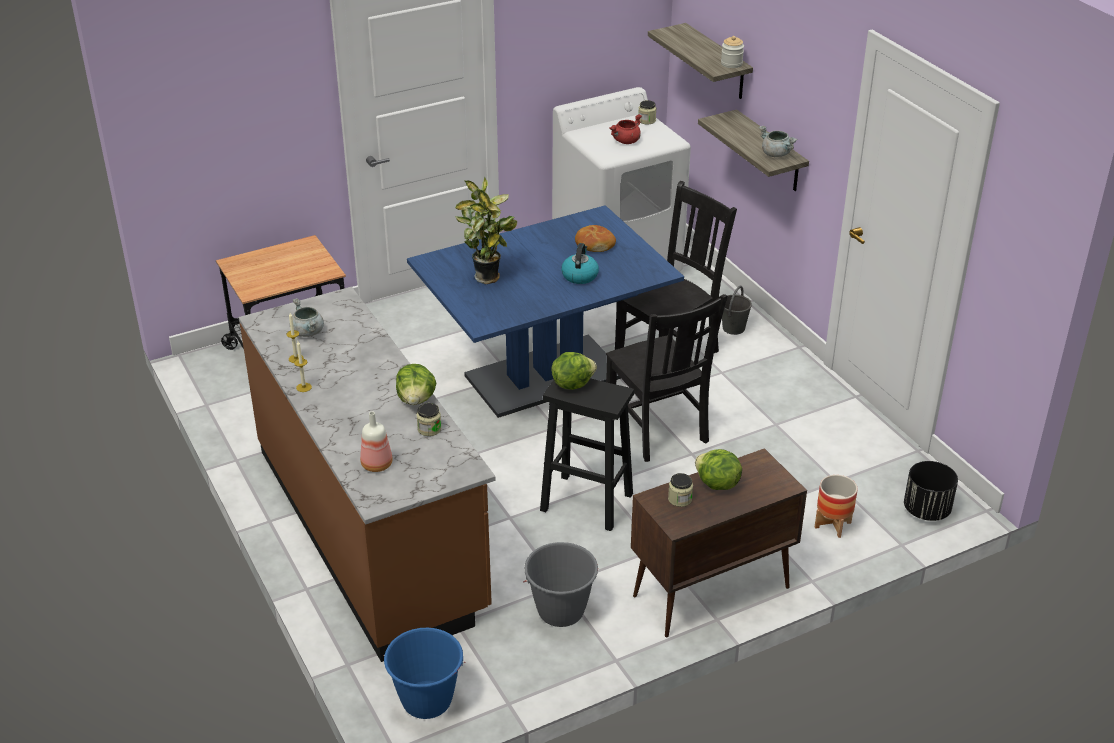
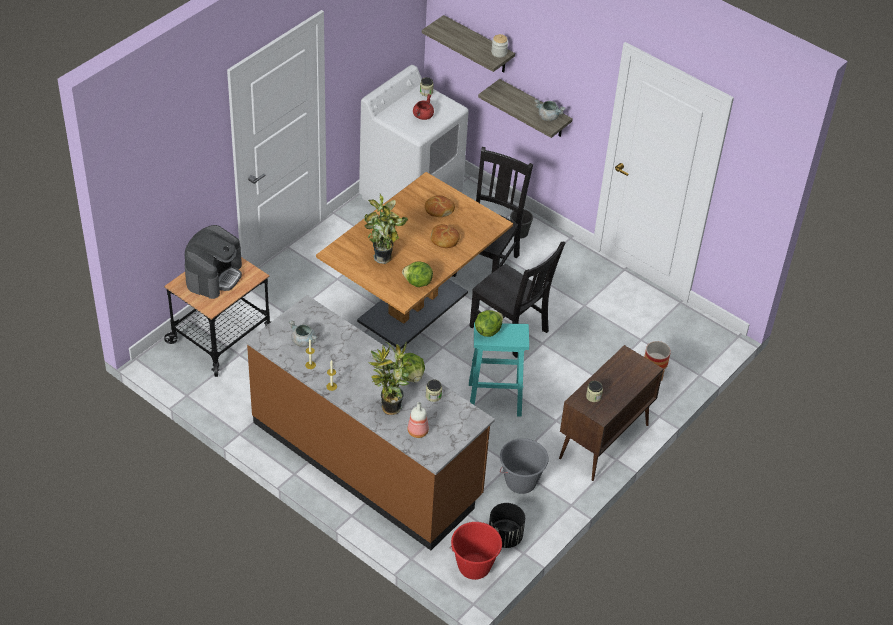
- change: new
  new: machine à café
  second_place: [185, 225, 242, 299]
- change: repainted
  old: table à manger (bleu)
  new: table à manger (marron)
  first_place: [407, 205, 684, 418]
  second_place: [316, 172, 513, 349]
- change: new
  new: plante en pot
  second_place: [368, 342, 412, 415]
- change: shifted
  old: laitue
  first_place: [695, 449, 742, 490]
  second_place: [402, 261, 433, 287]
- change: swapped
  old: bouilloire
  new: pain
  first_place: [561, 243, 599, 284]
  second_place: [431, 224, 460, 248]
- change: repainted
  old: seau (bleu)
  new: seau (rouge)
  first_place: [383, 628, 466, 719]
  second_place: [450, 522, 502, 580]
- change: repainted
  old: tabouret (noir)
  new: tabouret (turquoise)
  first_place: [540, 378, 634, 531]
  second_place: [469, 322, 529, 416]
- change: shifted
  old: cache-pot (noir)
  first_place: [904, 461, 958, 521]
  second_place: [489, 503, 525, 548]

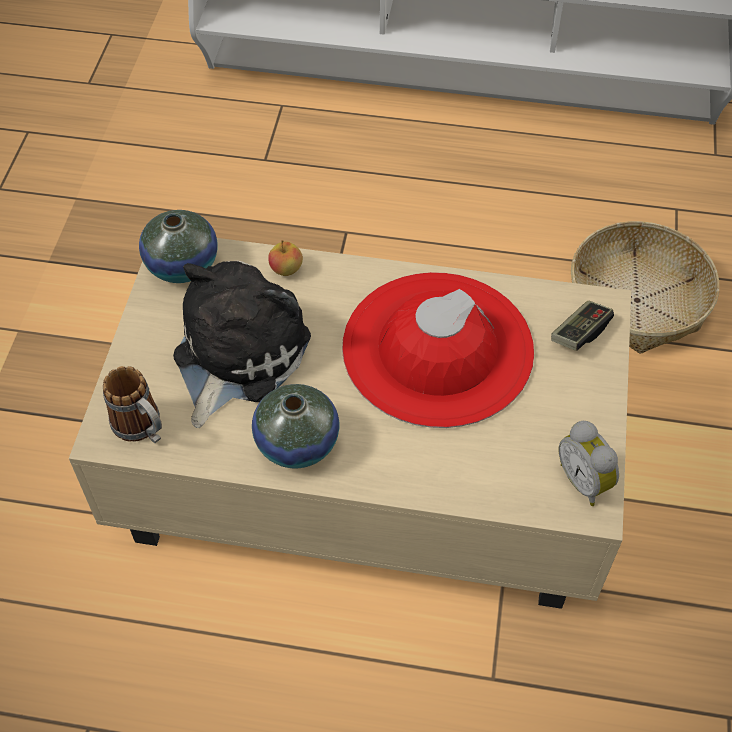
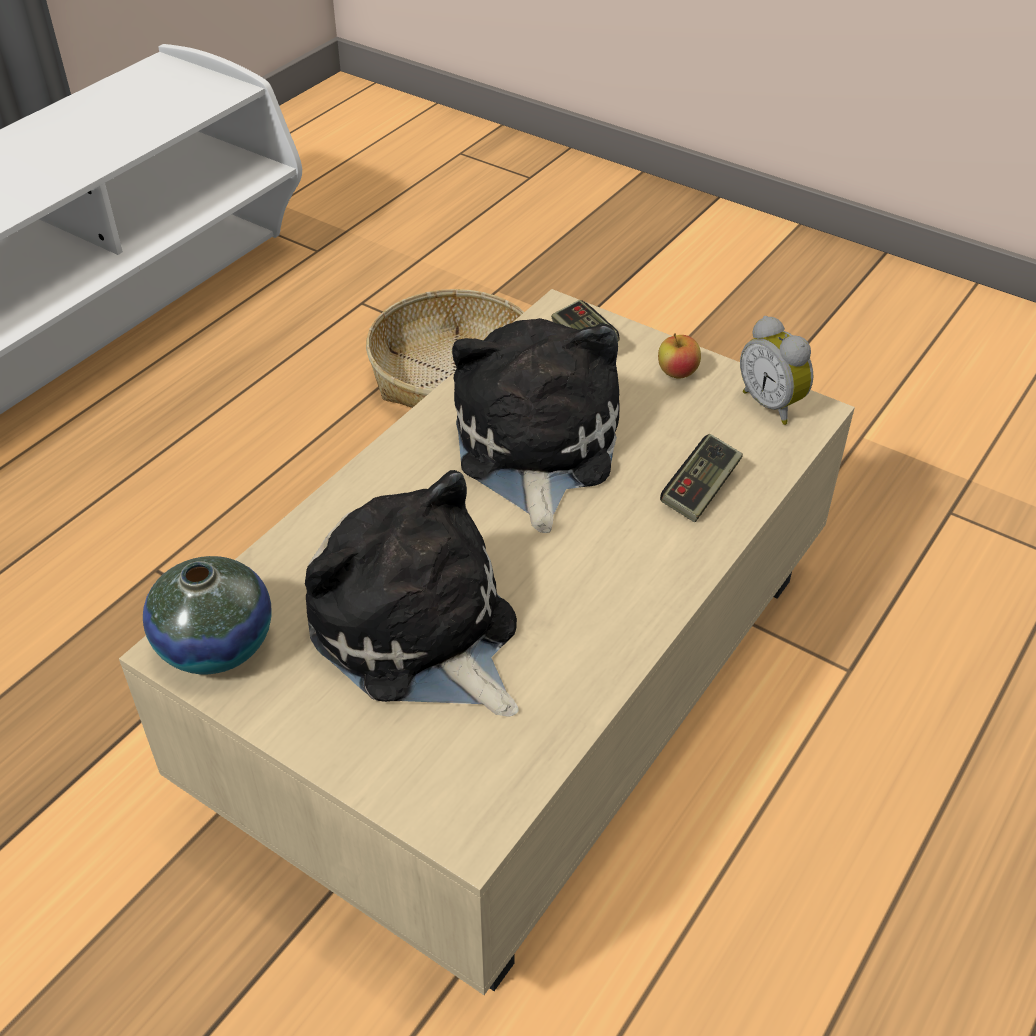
- change: swapped
  old: chapeau (rouge)
  new: peluche
  first_place: [342, 272, 534, 428]
  second_place: [452, 318, 620, 533]
- change: shifted
  old: pomme
  first_place: [268, 240, 303, 276]
  second_place: [658, 334, 701, 379]
- change: new
  new: manette
  second_place: [660, 434, 743, 522]
- change: rotated
  old: réveil
  first_place: [558, 421, 619, 506]
  second_place: [740, 316, 813, 425]
  degrees: 60
- change: gone
  old: mug
  first_place: [103, 366, 162, 443]
- change: gone
  old: vase
  first_place: [252, 384, 339, 468]

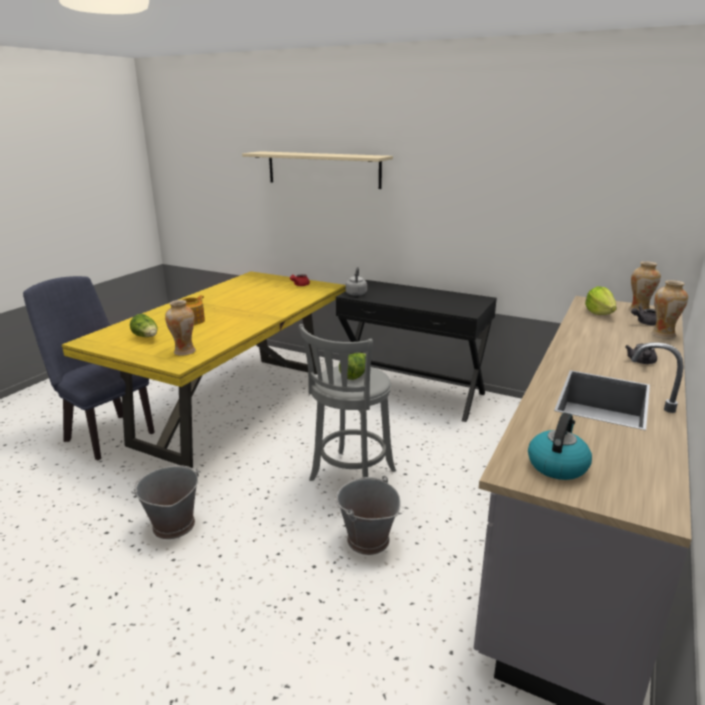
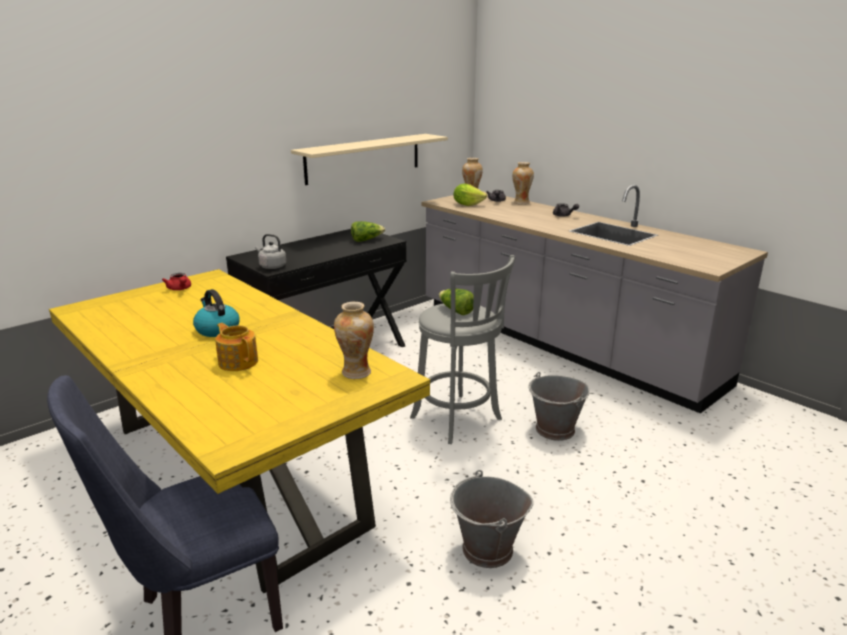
- change: shifted
  old: bouilloire
  first_place: [528, 413, 592, 480]
  second_place: [193, 289, 240, 337]
- change: shifted
  old: étagère (beige)
  first_place: [242, 151, 393, 189]
  second_place: [291, 134, 448, 185]
- change: shifted
  old: laitue
  first_place: [130, 314, 158, 337]
  second_place: [351, 221, 385, 242]

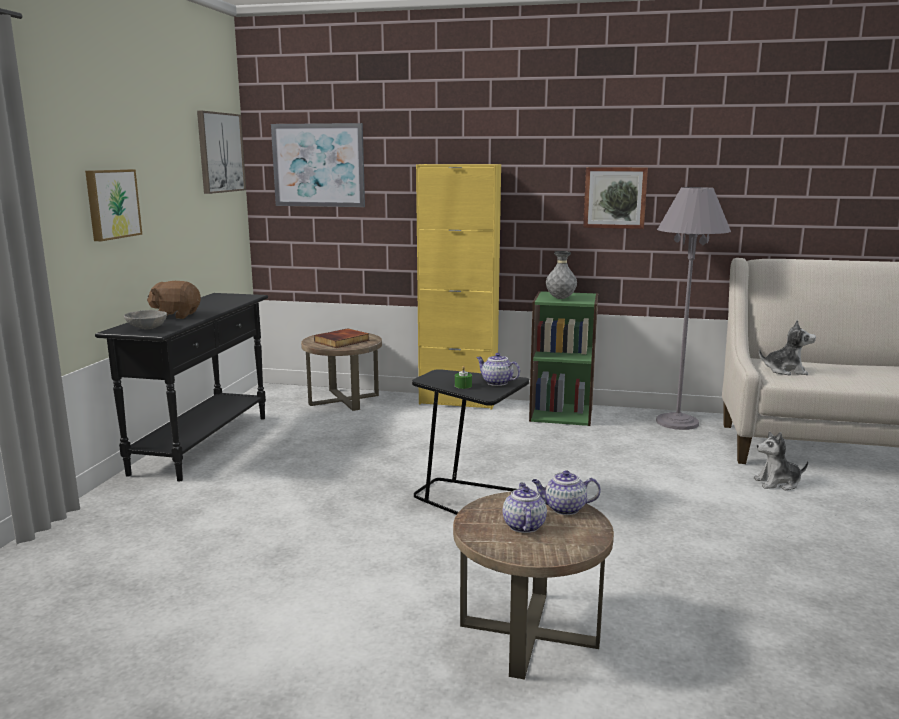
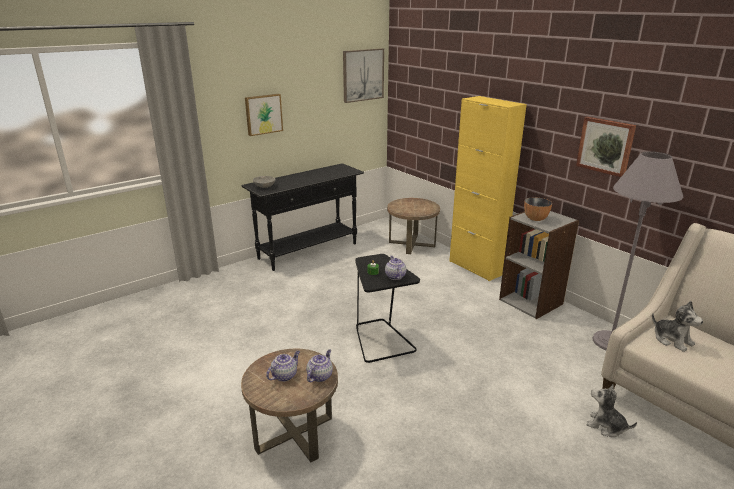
- change: rotated
  old: théière
  first_place: [532, 470, 601, 515]
  second_place: [306, 349, 333, 382]
  degrees: 75
- change: repainted
  old: bibliothèque (vert)
  new: bibliothèque (gris)
  first_place: [529, 291, 598, 426]
  second_place: [499, 211, 579, 319]
- change: swapped
  old: vase (gris)
  new: bol
  first_place: [546, 251, 577, 299]
  second_place: [524, 197, 552, 221]
- change: gone
  old: peluche (marron)
  first_place: [147, 281, 201, 319]
- change: gone
  old: tableau
  first_place: [271, 123, 365, 207]
- change: gone
  old: livre
  first_place: [314, 328, 370, 348]

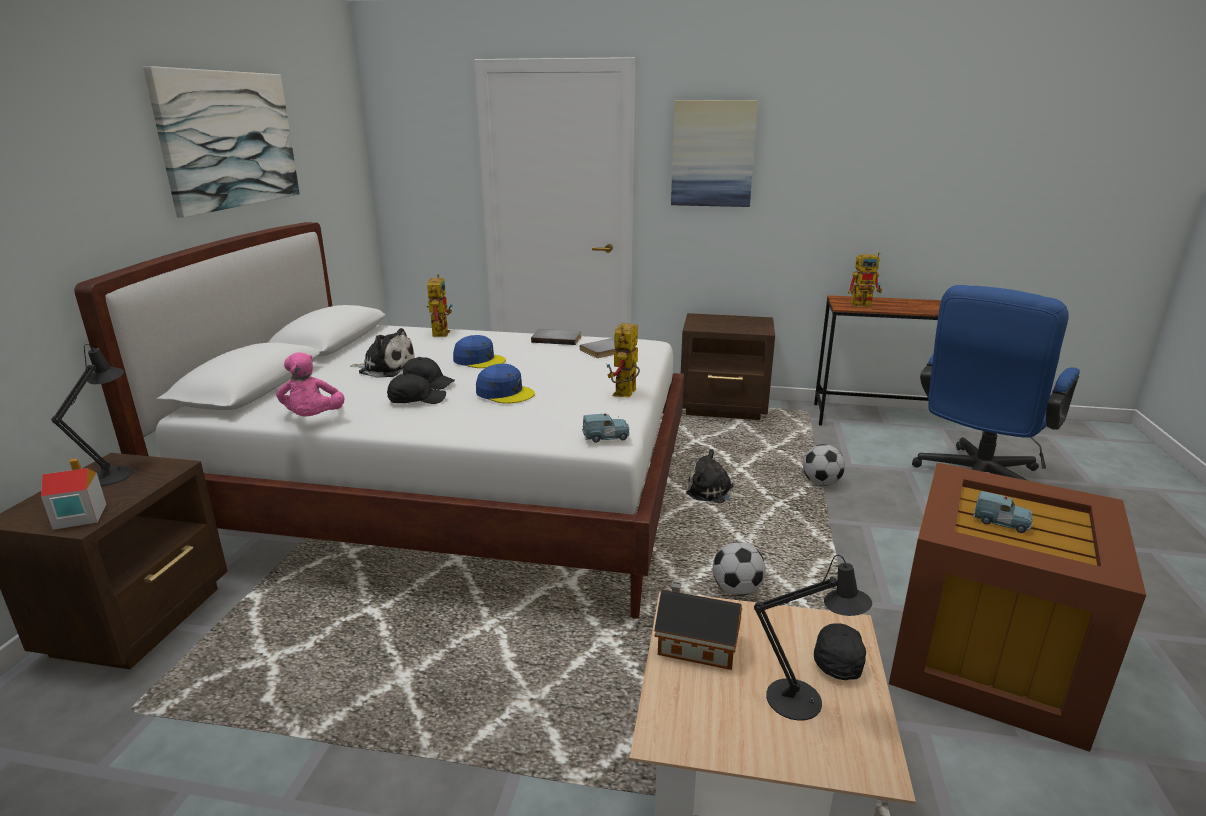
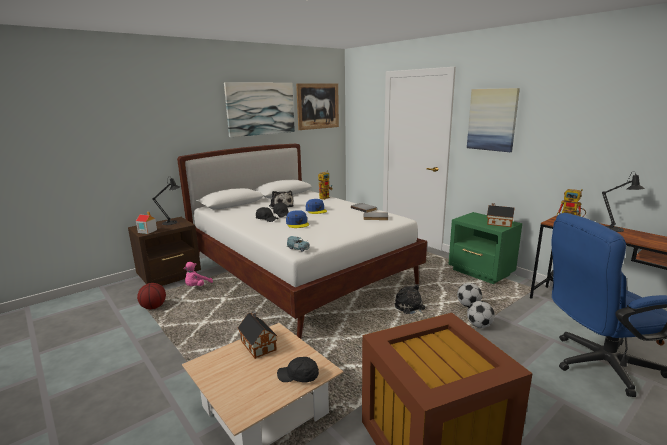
- change: new
  new: ballon de basket
  second_place: [137, 283, 166, 309]
- change: shifted
  old: peluche (rose)
  first_place: [276, 352, 345, 417]
  second_place: [184, 262, 213, 286]
- change: rotated
  old: casquette (noir)
  first_place: [814, 623, 866, 680]
  second_place: [277, 357, 319, 382]
  degrees: -135
- change: new
  new: tableau
  second_place: [296, 83, 339, 130]
- change: repainted
  old: table de chevet (marron)
  new: table de chevet (vert)
  first_place: [681, 313, 775, 420]
  second_place: [448, 212, 522, 284]
- change: shifted
  old: ballon de foot
  first_place: [713, 542, 766, 596]
  second_place: [457, 283, 482, 307]
- change: new
  new: maison miniature
  second_place: [487, 203, 514, 227]
- change: shifted
  old: lampe de table (noir)
  first_place: [754, 555, 872, 721]
  second_place: [602, 171, 645, 232]
- change: gone
  old: robot jouet
  first_place: [606, 323, 640, 397]
- change: gone
  old: petite voiture (bleu)
  first_place: [973, 491, 1033, 533]

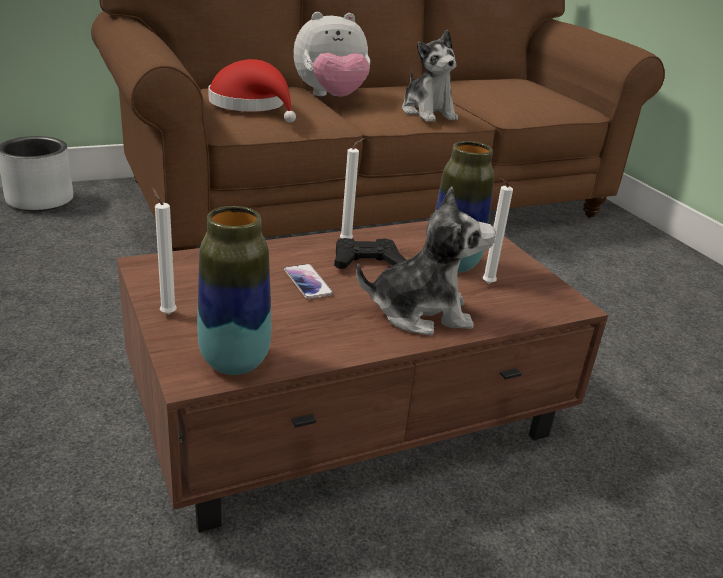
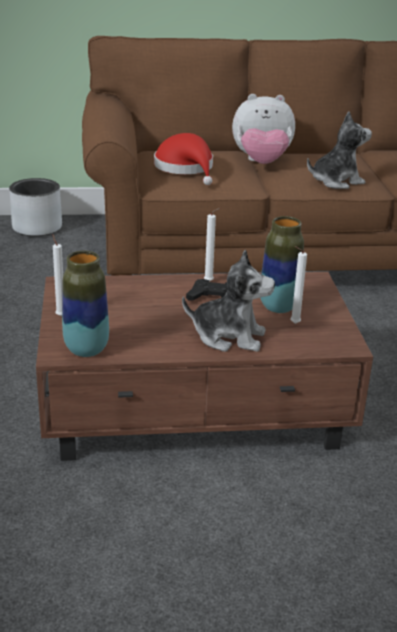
- change: rotated
  old: peluche
  first_place: [402, 30, 458, 122]
  second_place: [307, 112, 372, 189]
  degrees: -105
- change: gone
  old: téléphone
  first_place: [284, 264, 333, 299]

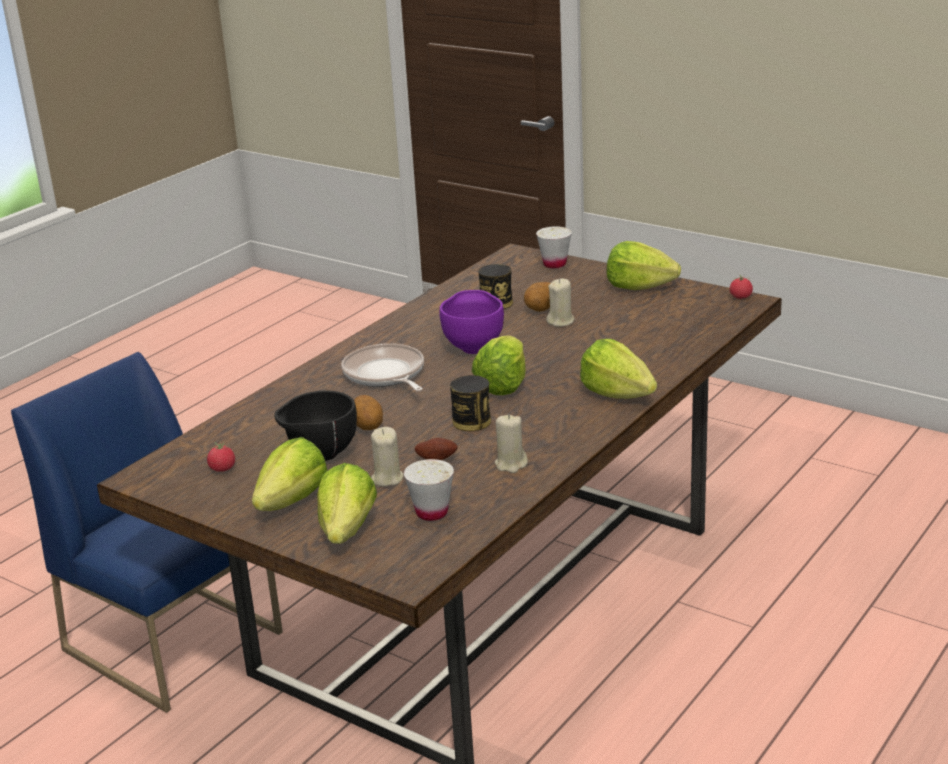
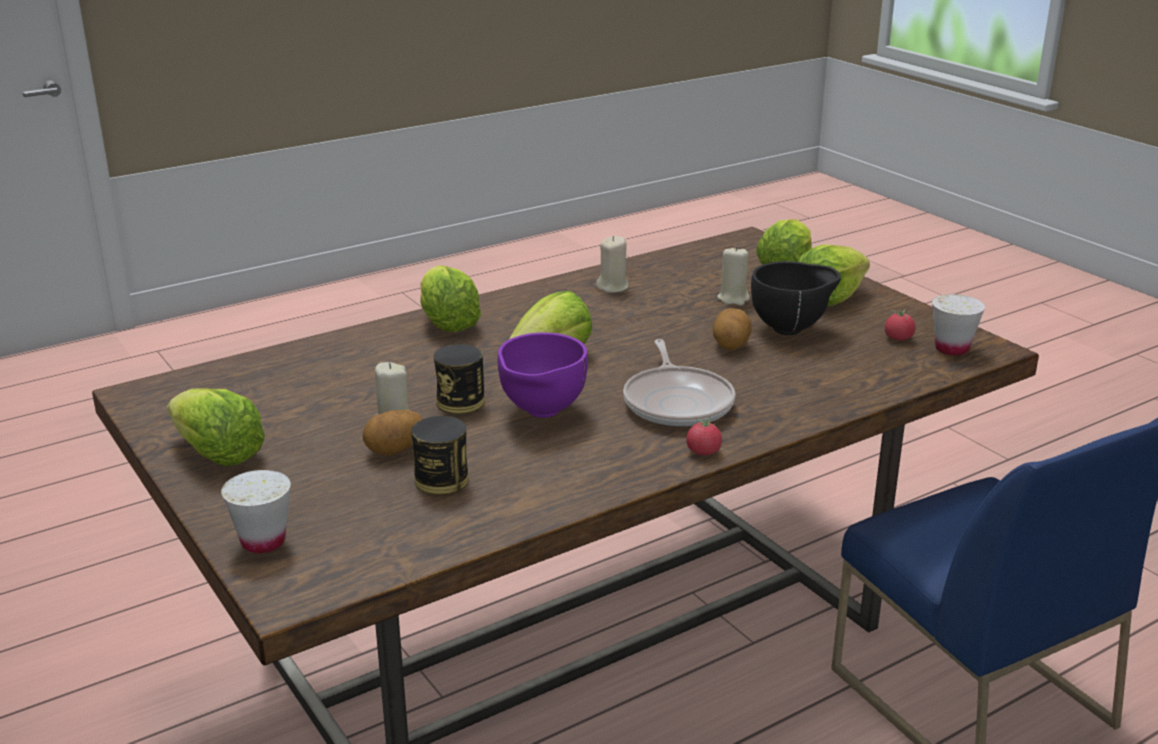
- change: shifted
  old: boîte métallique
  first_place: [450, 375, 491, 431]
  second_place: [434, 344, 485, 414]
- change: shifted
  old: tomate
  first_place: [730, 275, 753, 299]
  second_place: [686, 416, 722, 455]
- change: shifted
  old: tasse (blanc)
  first_place: [404, 459, 454, 521]
  second_place: [932, 294, 985, 355]
- change: gone
  old: pomme de terre
  first_place: [415, 438, 458, 460]

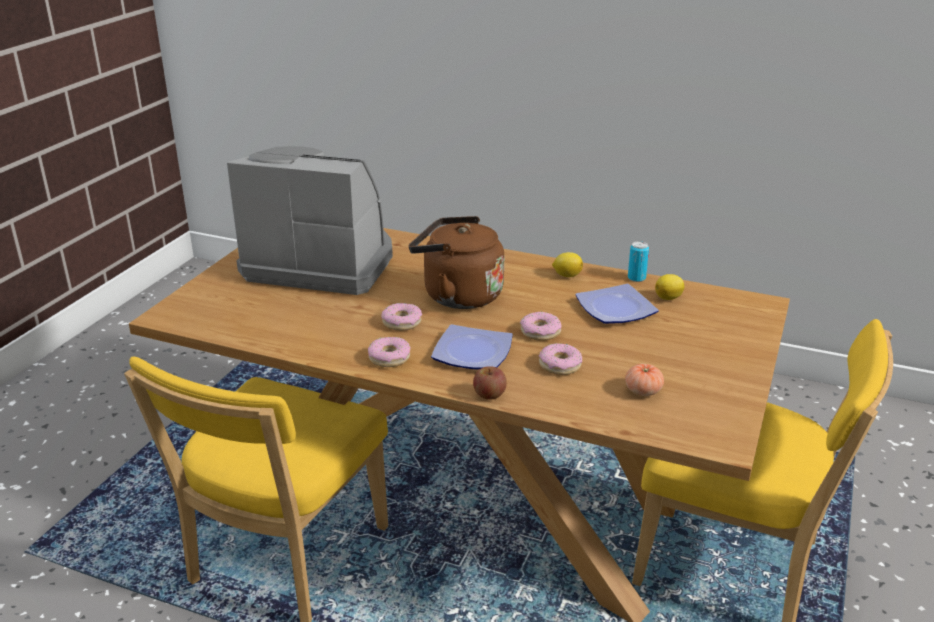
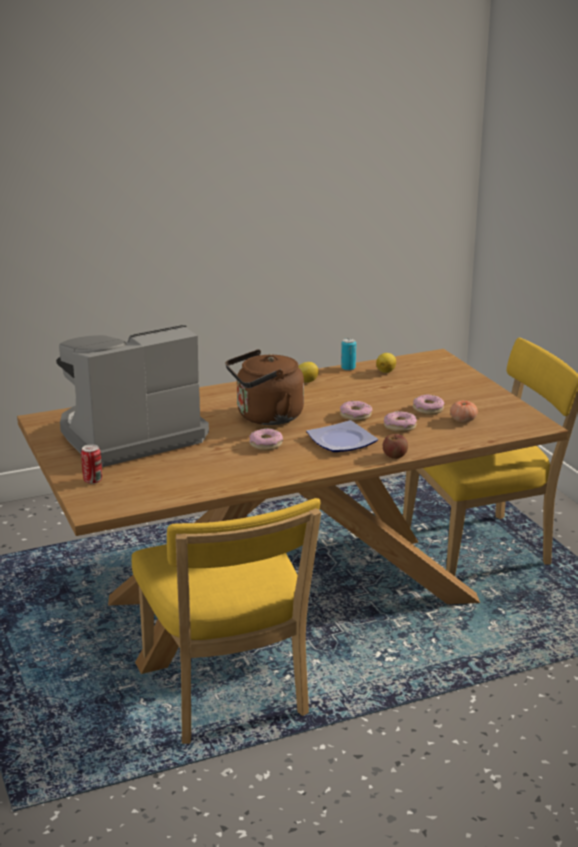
- change: new
  new: boîte métallique
  second_place: [81, 444, 102, 484]
- change: shifted
  old: beignet
  first_place: [368, 337, 411, 367]
  second_place: [413, 394, 444, 415]
- change: gone
  old: assiette
  first_place: [575, 284, 659, 324]

